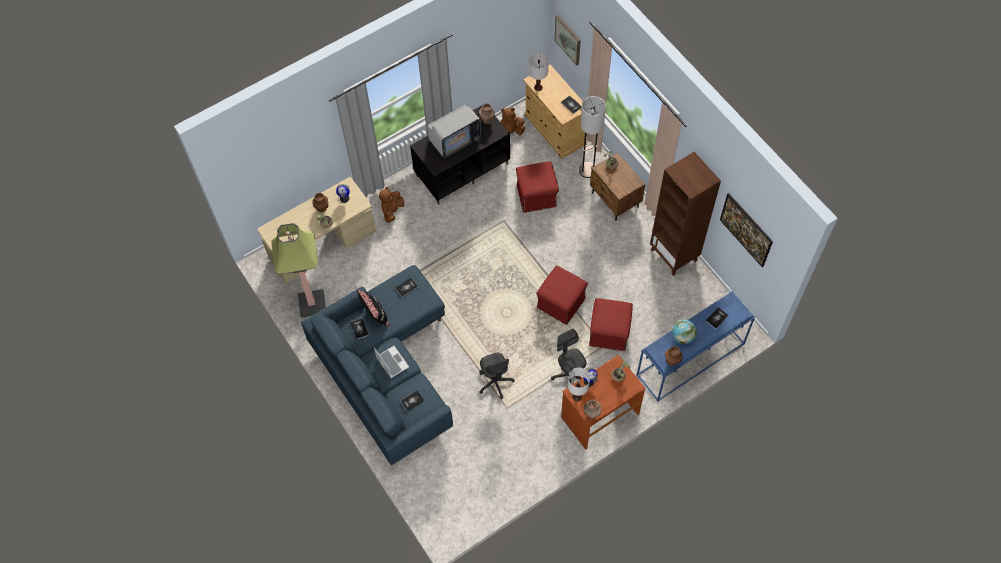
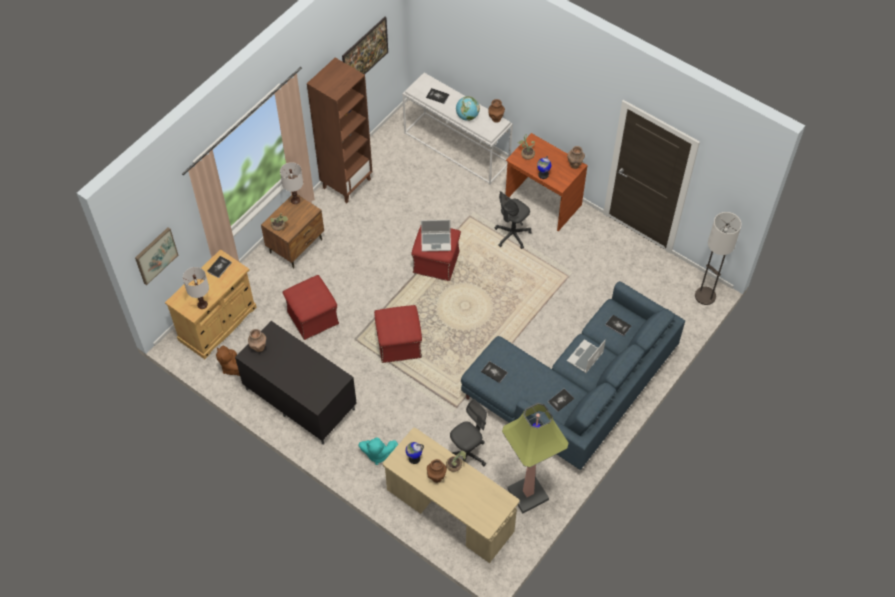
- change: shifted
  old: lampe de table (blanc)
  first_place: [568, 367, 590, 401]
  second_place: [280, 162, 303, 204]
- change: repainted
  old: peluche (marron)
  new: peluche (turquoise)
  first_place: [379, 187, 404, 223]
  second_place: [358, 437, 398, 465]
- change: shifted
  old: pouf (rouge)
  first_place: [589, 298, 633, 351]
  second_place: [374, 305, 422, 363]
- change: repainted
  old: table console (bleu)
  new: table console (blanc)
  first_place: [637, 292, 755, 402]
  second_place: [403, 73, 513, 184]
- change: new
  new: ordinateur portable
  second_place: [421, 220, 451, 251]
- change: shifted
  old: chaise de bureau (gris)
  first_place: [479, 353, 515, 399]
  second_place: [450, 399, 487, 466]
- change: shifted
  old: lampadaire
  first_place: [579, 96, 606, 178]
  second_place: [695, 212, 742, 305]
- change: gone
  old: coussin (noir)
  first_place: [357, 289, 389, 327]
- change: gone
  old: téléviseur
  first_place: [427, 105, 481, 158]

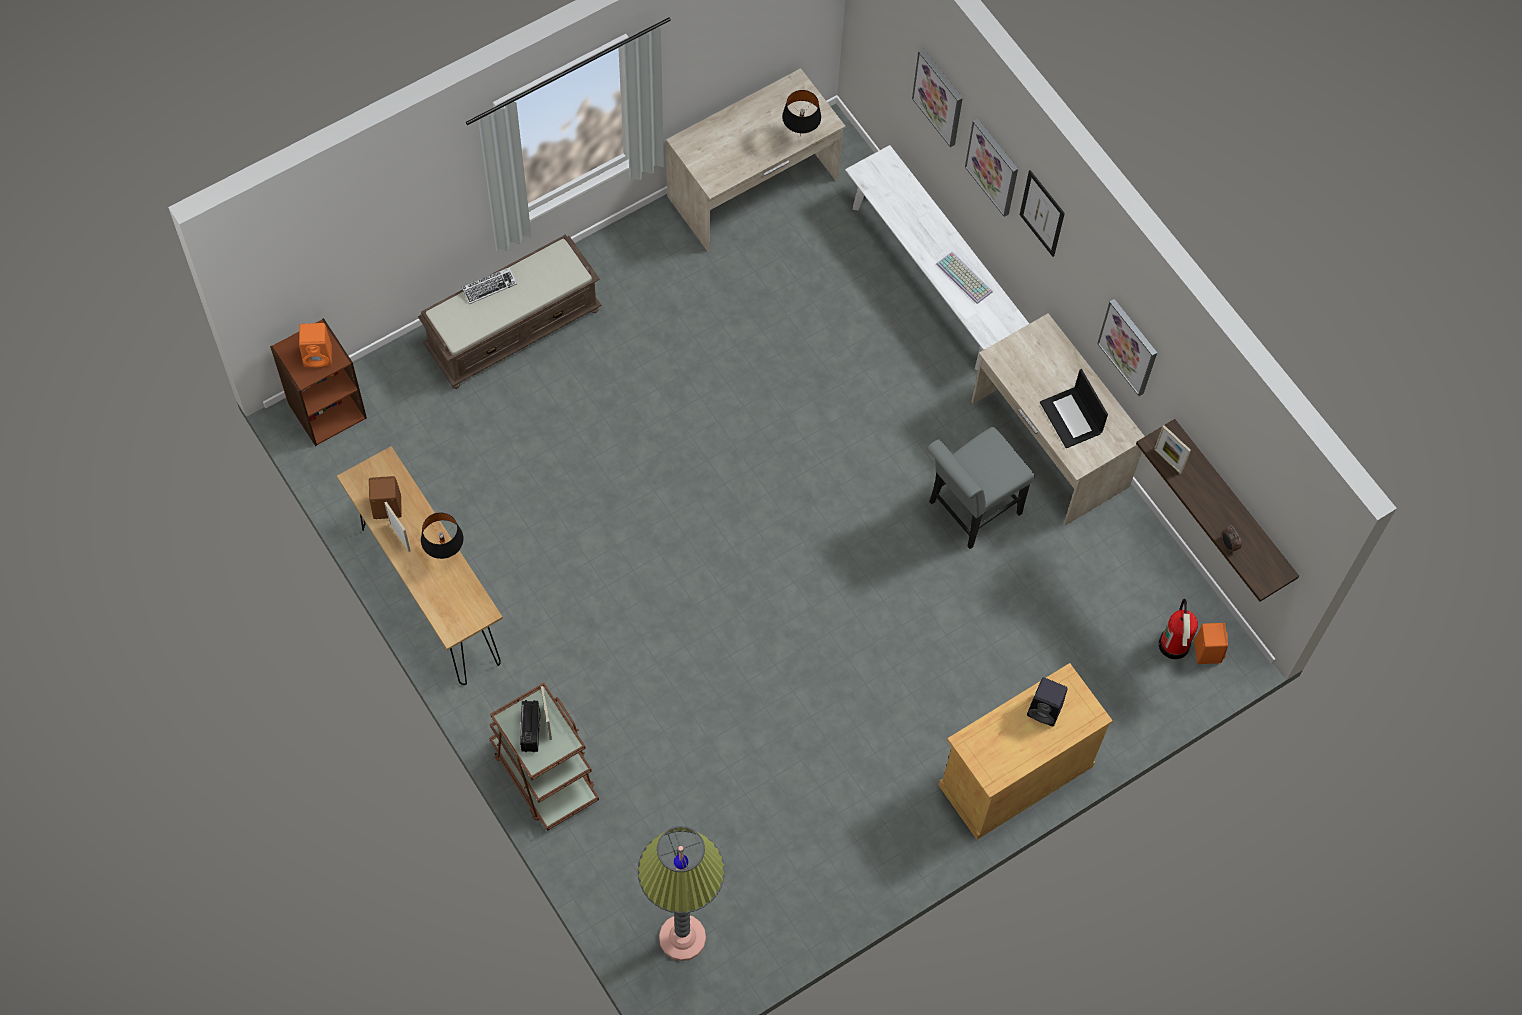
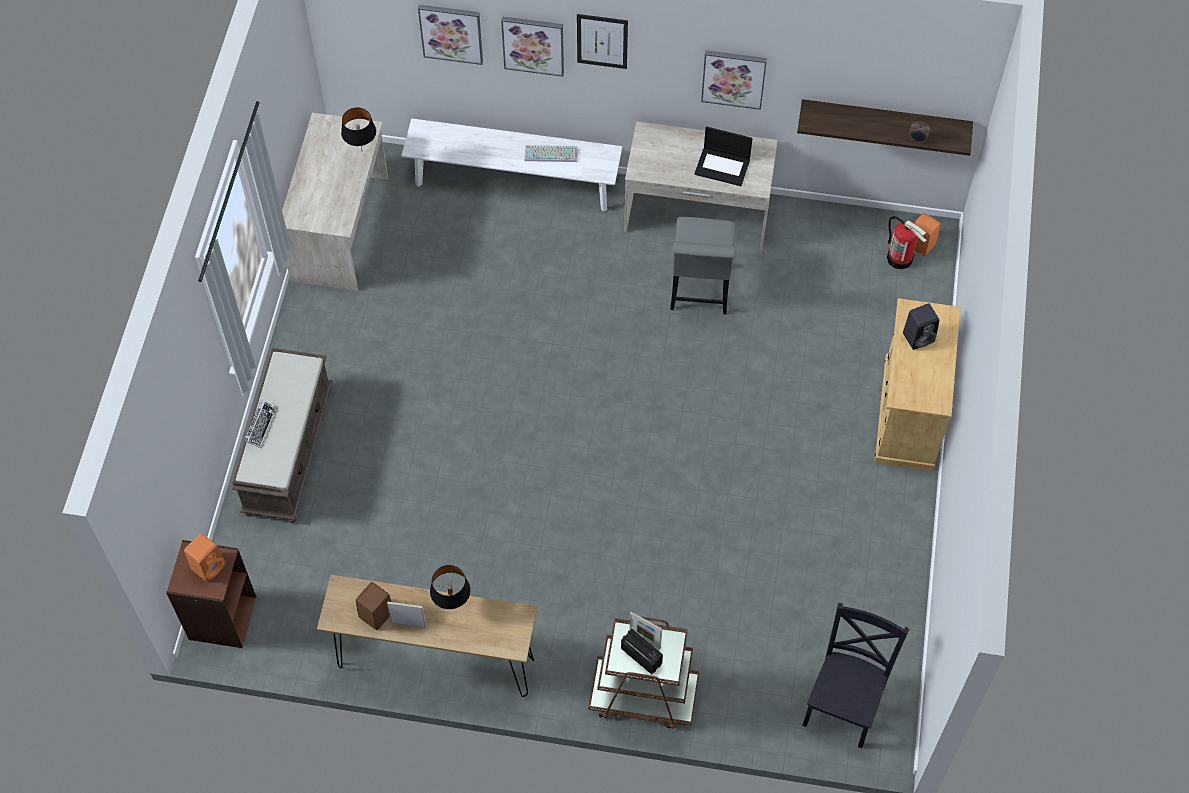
- change: swapped
  old: lampadaire
  new: chaise (noir)
  first_place: [638, 826, 725, 961]
  second_place: [802, 603, 909, 748]
- change: gone
  old: cadre photo
  first_place: [1154, 425, 1191, 474]

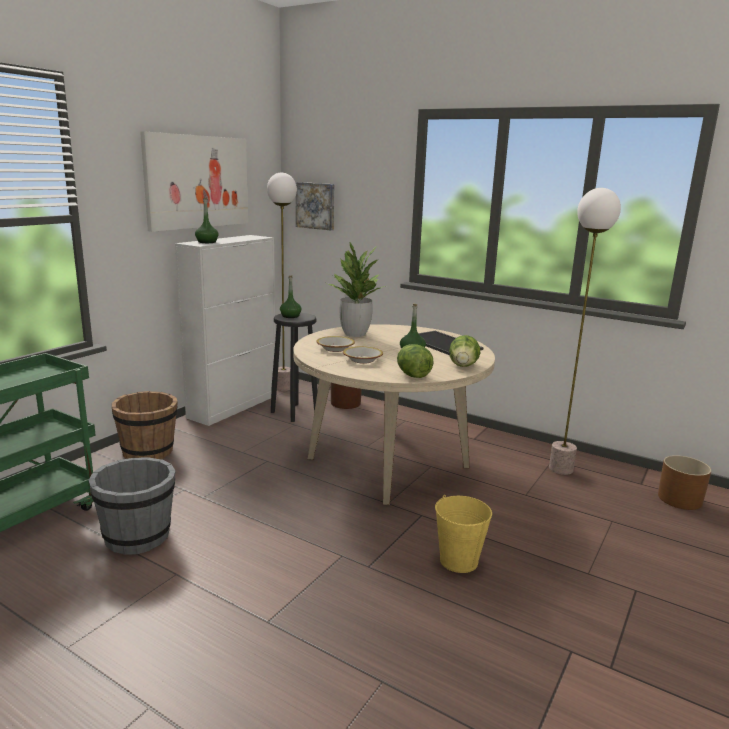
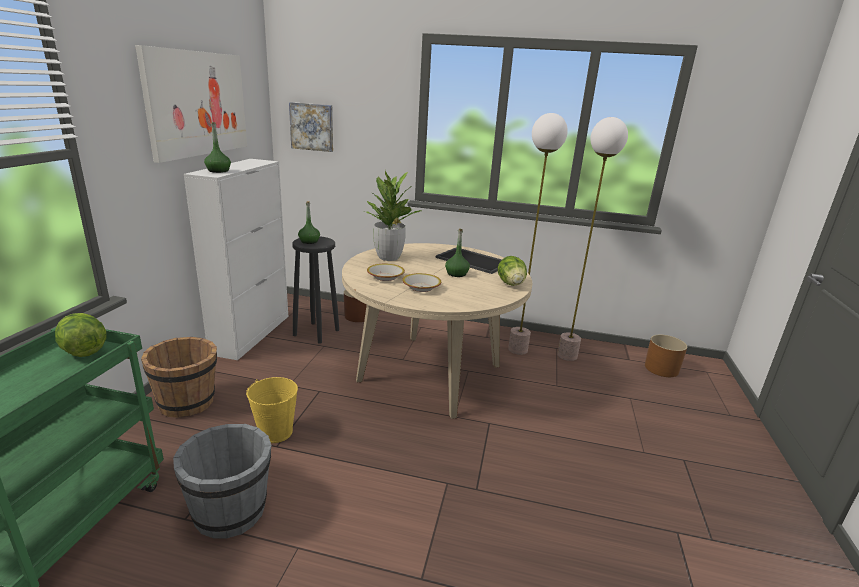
- change: shifted
  old: laitue
  first_place: [397, 344, 434, 378]
  second_place: [55, 313, 107, 357]
- change: shifted
  old: seau (jaune)
  first_place: [435, 495, 492, 573]
  second_place: [246, 377, 298, 443]
- change: shifted
  old: lampadaire
  first_place: [267, 173, 297, 391]
  second_place: [508, 113, 568, 355]

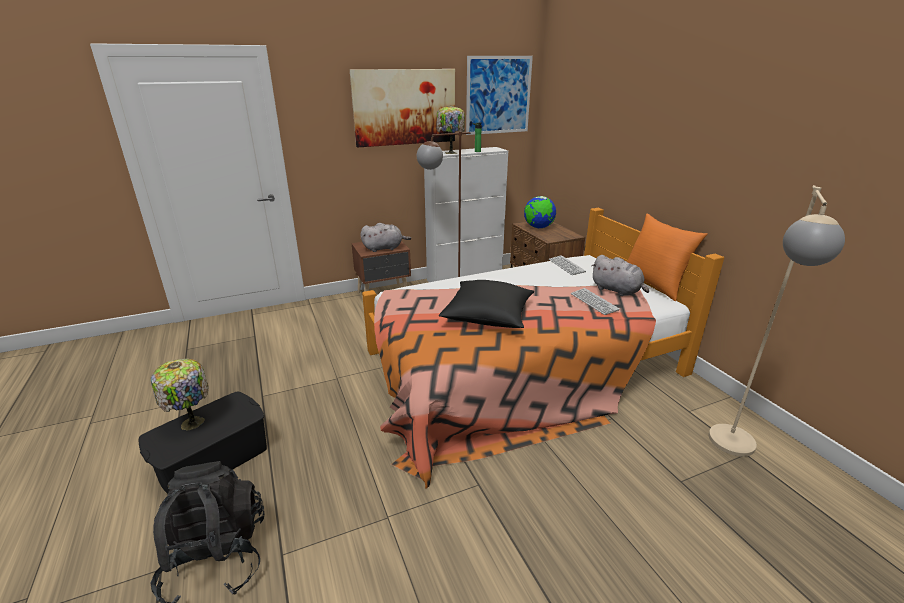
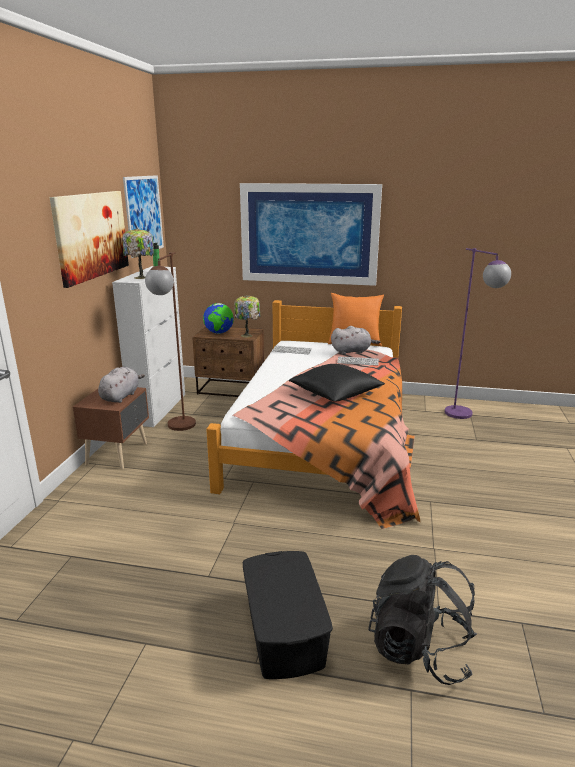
- change: shifted
  old: lampe de table
  first_place: [151, 359, 209, 431]
  second_place: [234, 295, 260, 338]
- change: new
  new: tableau
  second_place: [240, 183, 382, 286]
- change: repainted
  old: lampadaire (beige)
  new: lampadaire (violet)
  first_place: [709, 185, 845, 457]
  second_place: [445, 248, 511, 419]

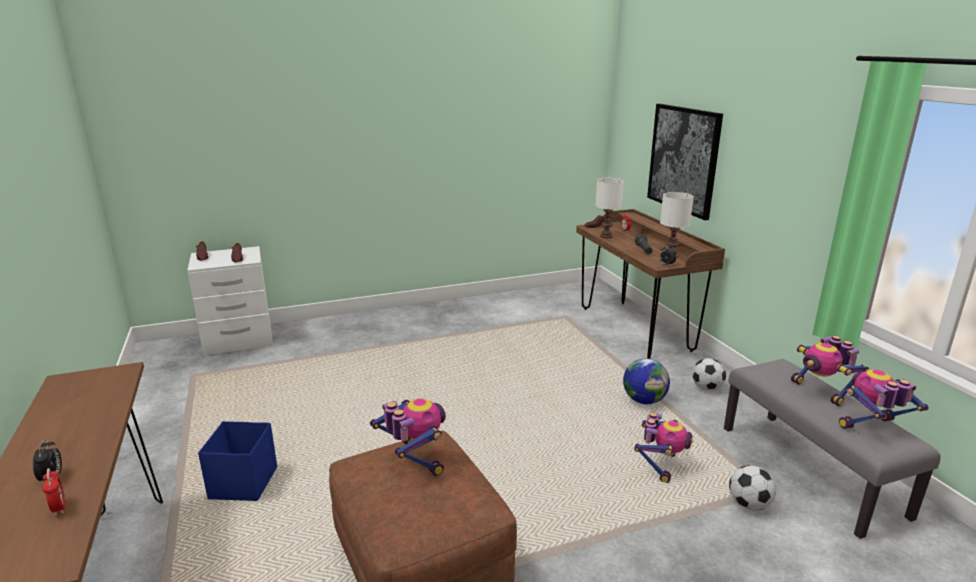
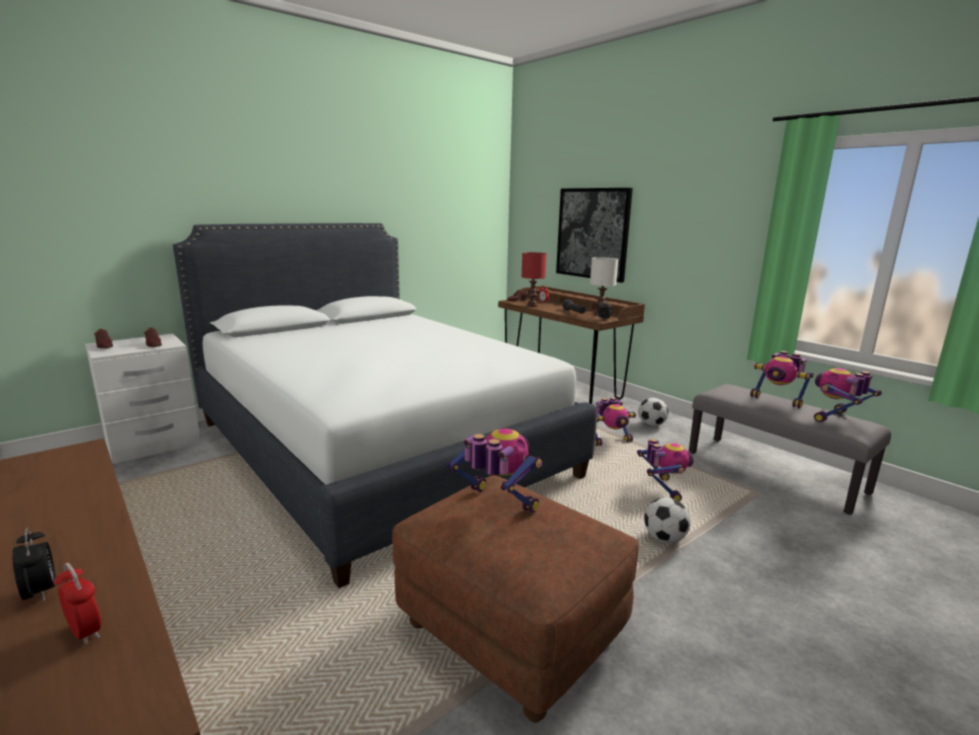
- change: new
  new: lit (blanc)
  second_place: [173, 223, 597, 588]
- change: repainted
  old: lampe de table (blanc)
  new: lampe de table (rouge)
  first_place: [595, 178, 624, 238]
  second_place: [522, 252, 547, 307]
- change: swapped
  old: globe
  new: robot jouet
  first_place: [623, 358, 670, 404]
  second_place: [595, 397, 636, 446]
- change: shifted
  old: ballon de foot
  first_place: [729, 465, 776, 510]
  second_place: [644, 497, 691, 543]
- change: gone
  old: boîte de rangement (bleu)
  first_place: [198, 421, 277, 501]

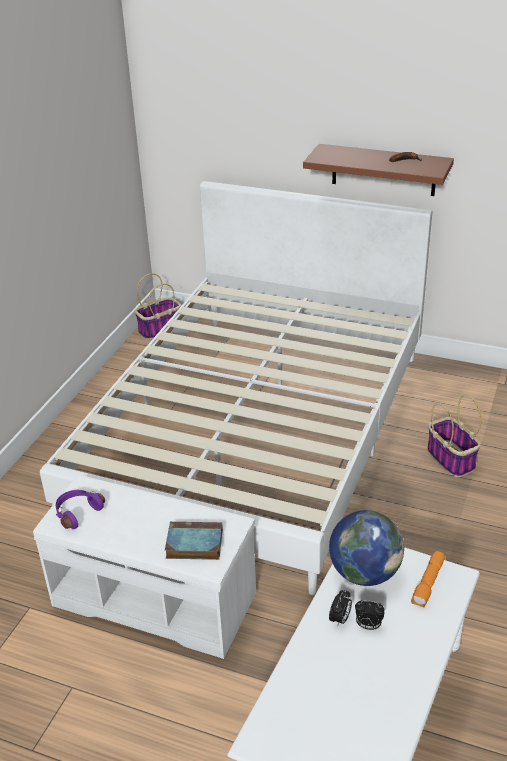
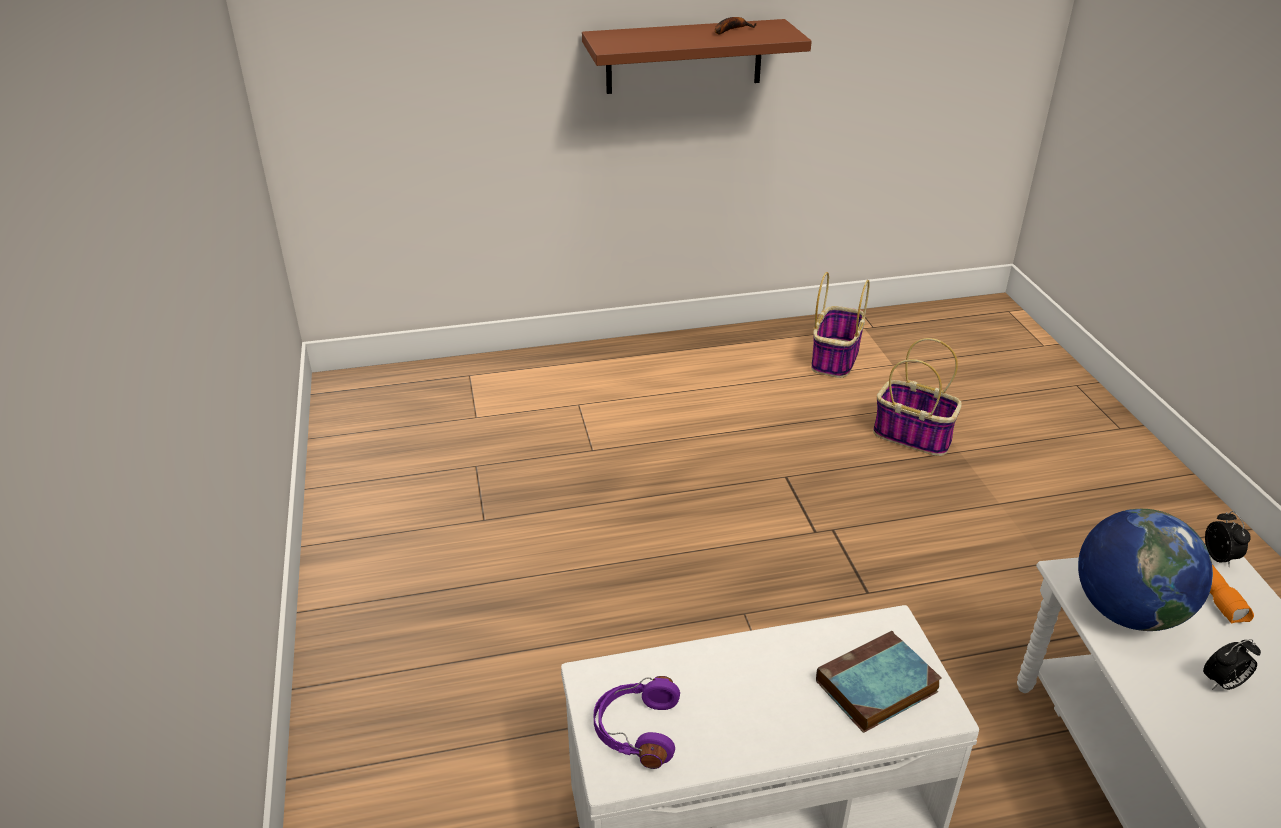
- change: shifted
  old: panier
  first_place: [135, 273, 181, 340]
  second_place: [811, 272, 870, 378]
- change: shifted
  old: réveil
  first_place: [329, 590, 352, 625]
  second_place: [1205, 511, 1251, 567]
- change: gone
  old: lit (blanc)
  first_place: [40, 181, 432, 595]

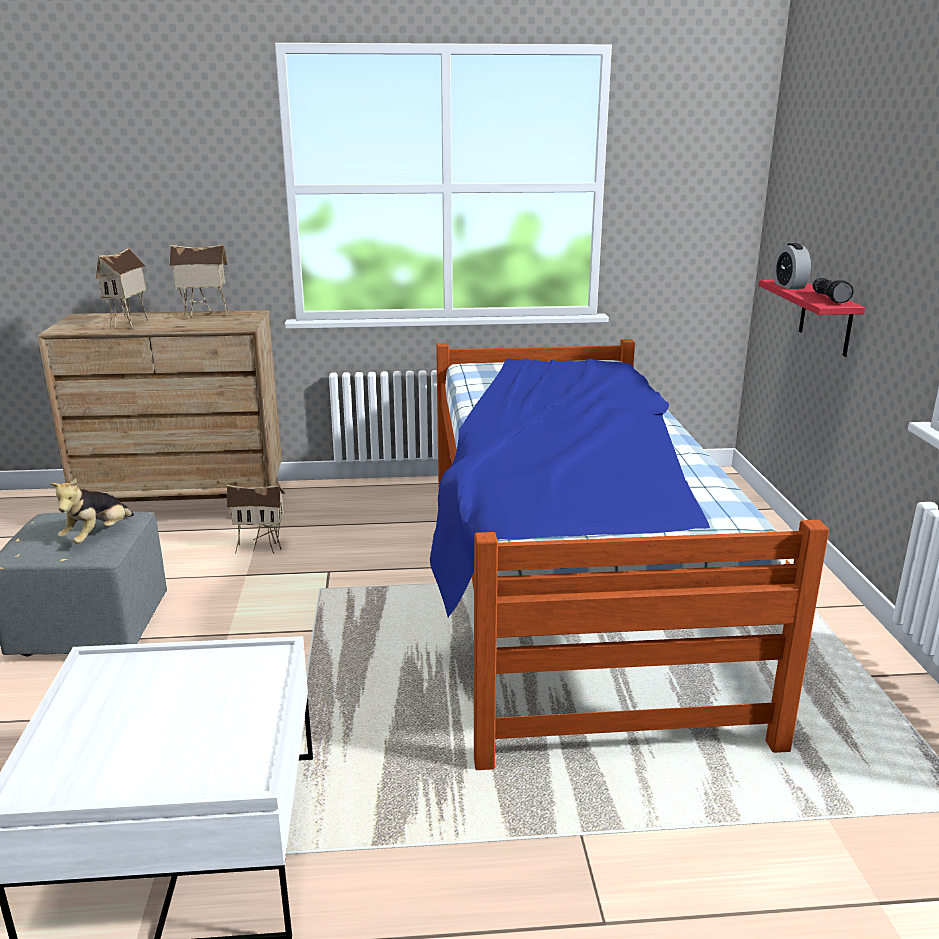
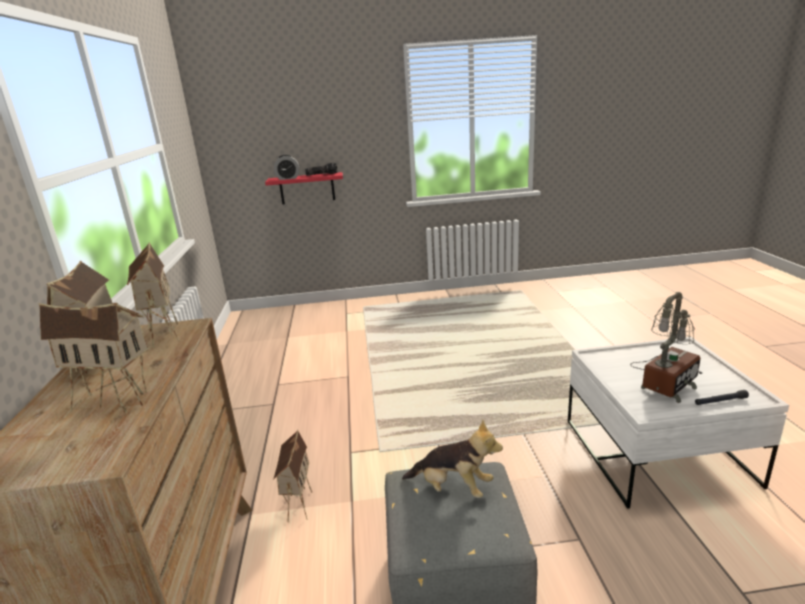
- change: new
  new: maison miniature
  second_place: [127, 242, 179, 348]
- change: new
  new: lampe de table
  second_place: [630, 292, 703, 403]
- change: new
  new: lampe de poche (noir)
  second_place: [695, 390, 749, 405]
- change: gone
  old: lit
  first_place: [430, 339, 829, 770]

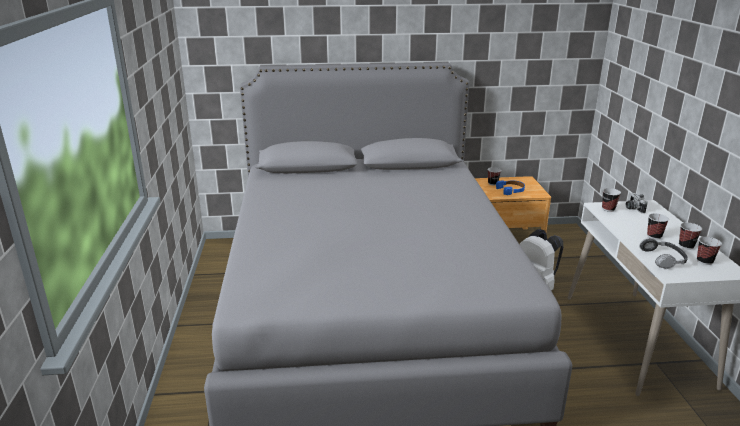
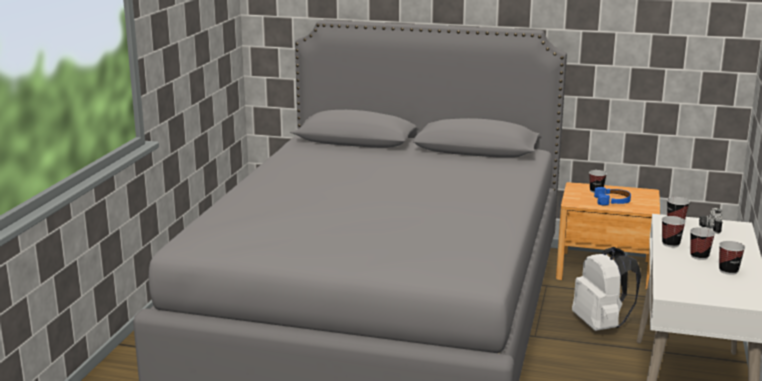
- change: shifted
  old: tasse
  first_place: [697, 237, 722, 265]
  second_place: [661, 216, 686, 247]
- change: gone
  old: casque audio
  first_place: [639, 237, 688, 269]

